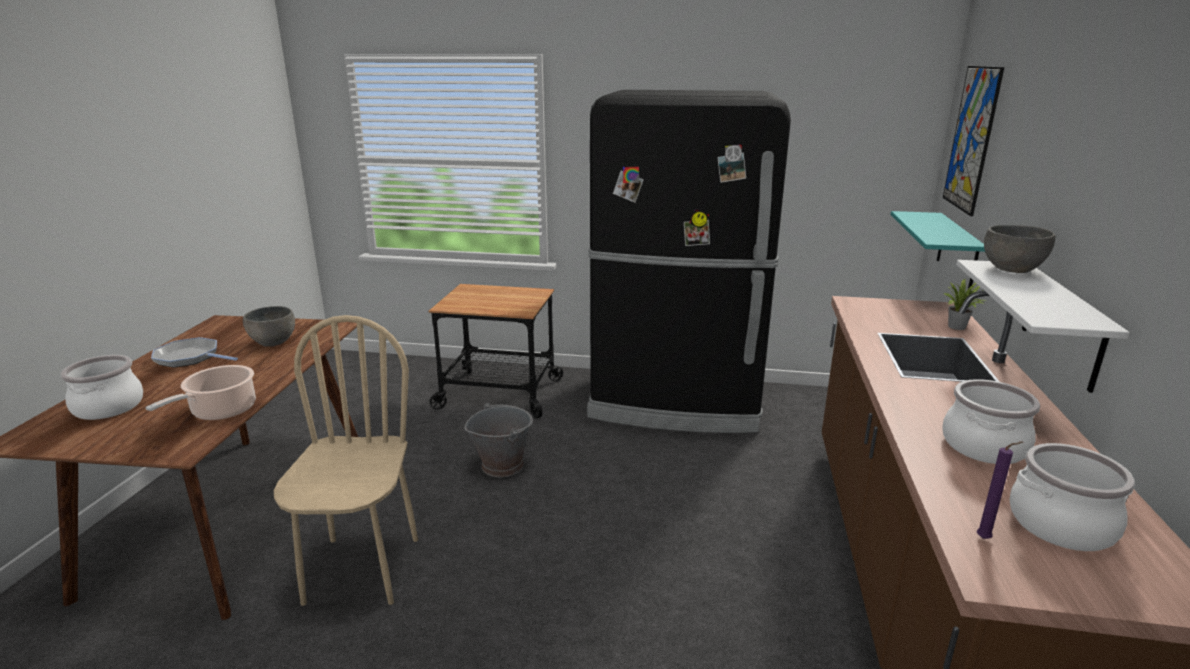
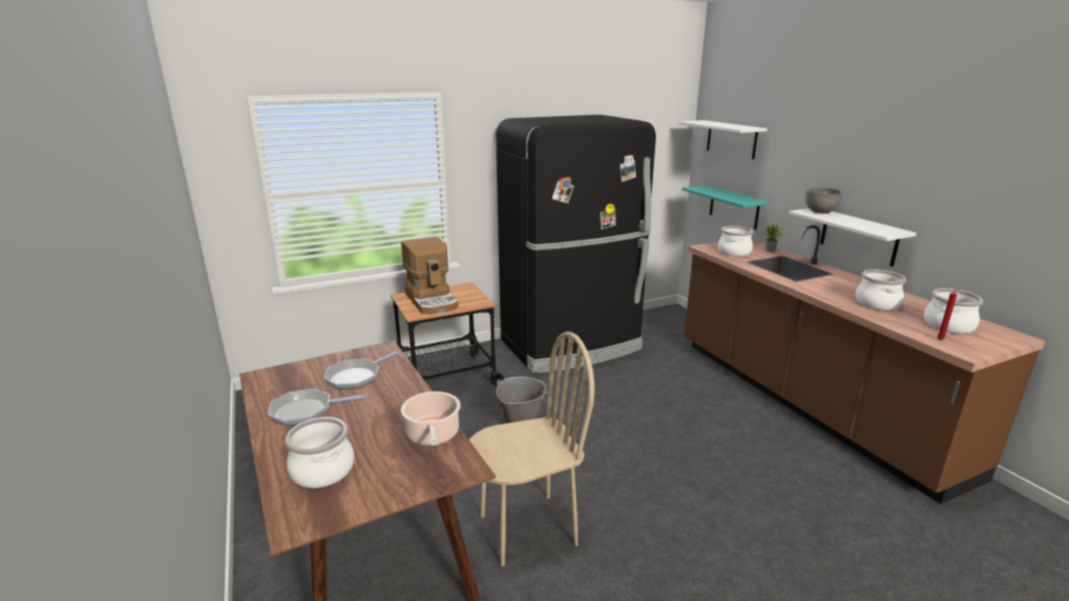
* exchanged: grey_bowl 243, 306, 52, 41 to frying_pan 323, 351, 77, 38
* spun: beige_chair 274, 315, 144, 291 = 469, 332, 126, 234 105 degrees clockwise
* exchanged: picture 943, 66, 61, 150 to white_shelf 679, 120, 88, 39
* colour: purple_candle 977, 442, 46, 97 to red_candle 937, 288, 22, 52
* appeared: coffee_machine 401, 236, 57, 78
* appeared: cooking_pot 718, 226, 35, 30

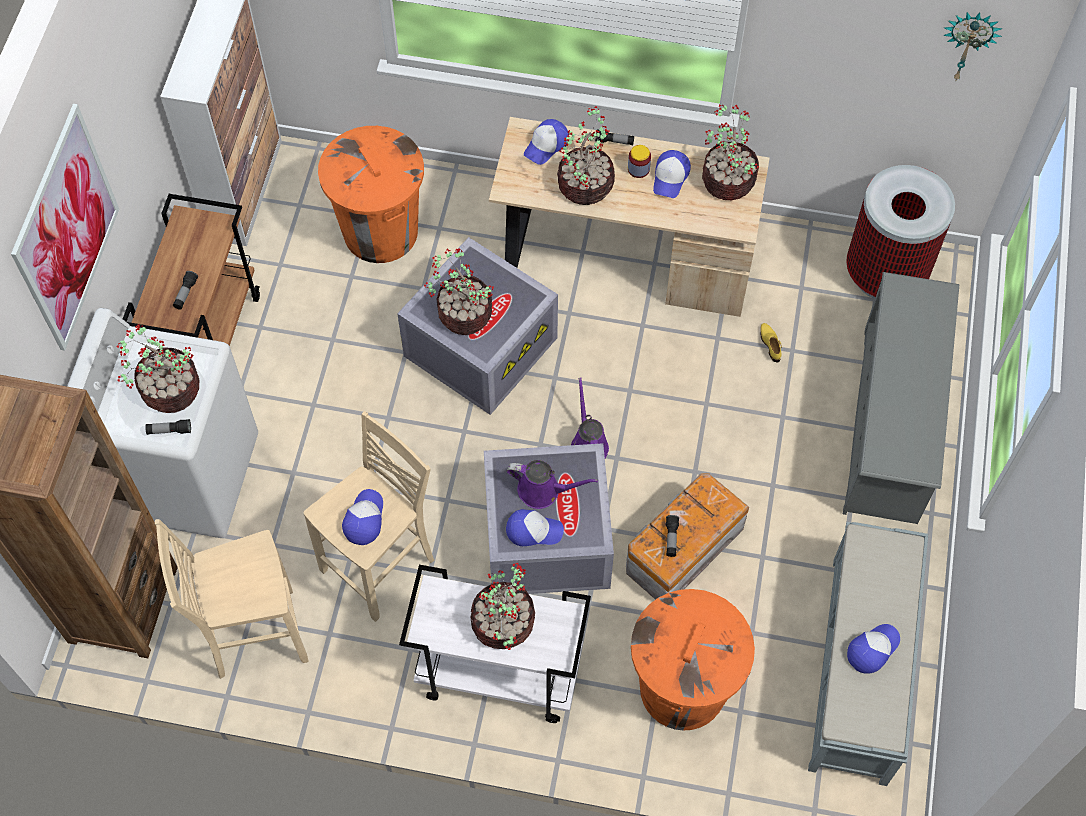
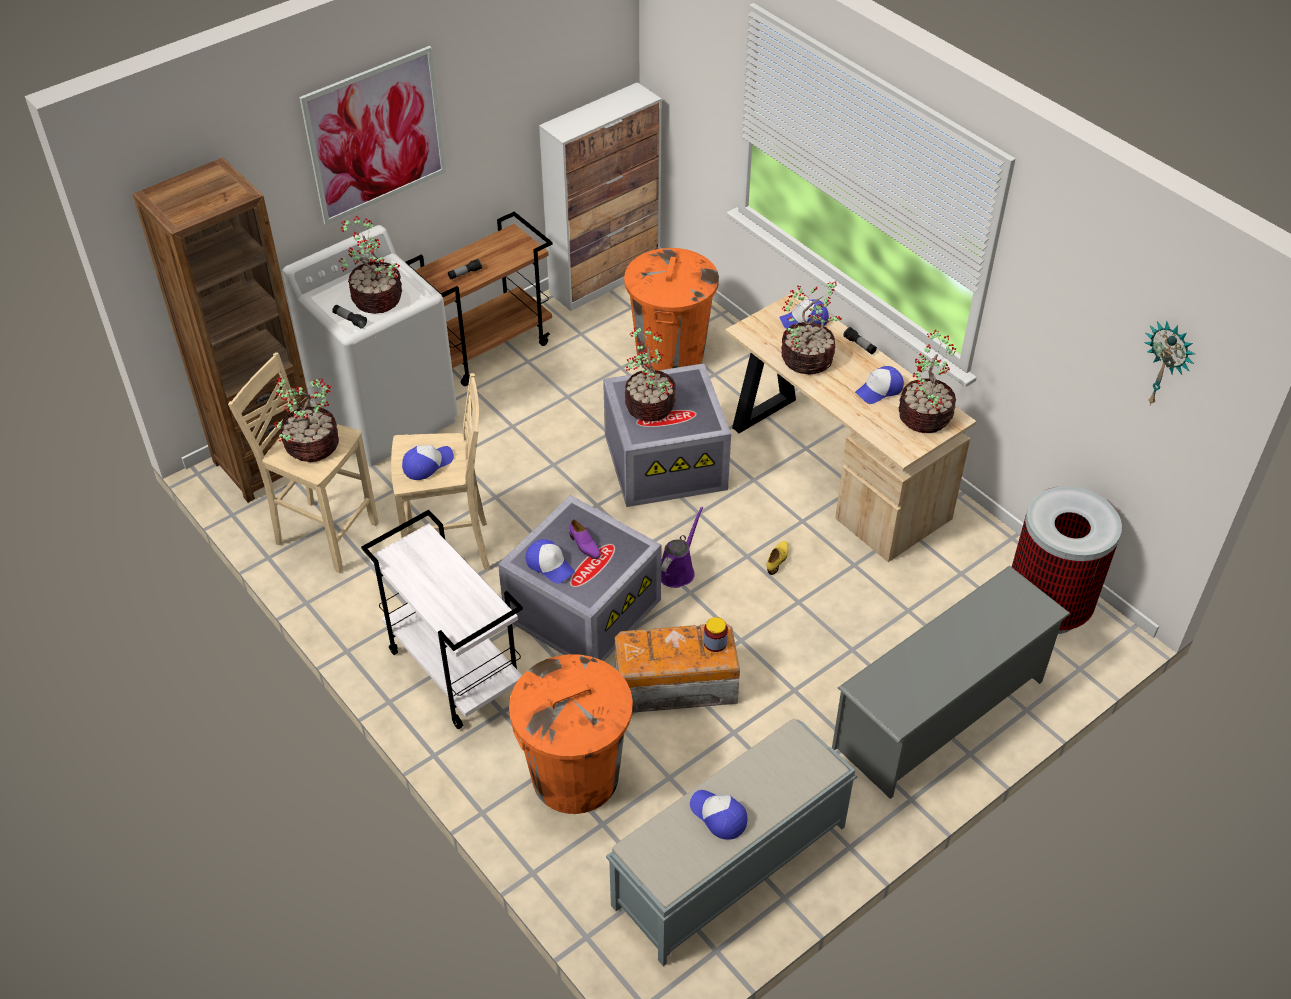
* relocated: potted_plant 471, 563, 64, 87 to 273, 378, 66, 84
* exchanged: purple_watering_can 507, 460, 91, 49 to purple_shoe 569, 519, 31, 40
* relocated: jar 628, 145, 23, 33 to 704, 617, 24, 35
* missing: flashlight 666, 515, 13, 42
* relocated: yellow_shoe 761, 323, 21, 40 to 767, 541, 21, 34
* spun: cap 847, 624, 53, 50 = 690, 790, 57, 50 135 degrees counterclockwise

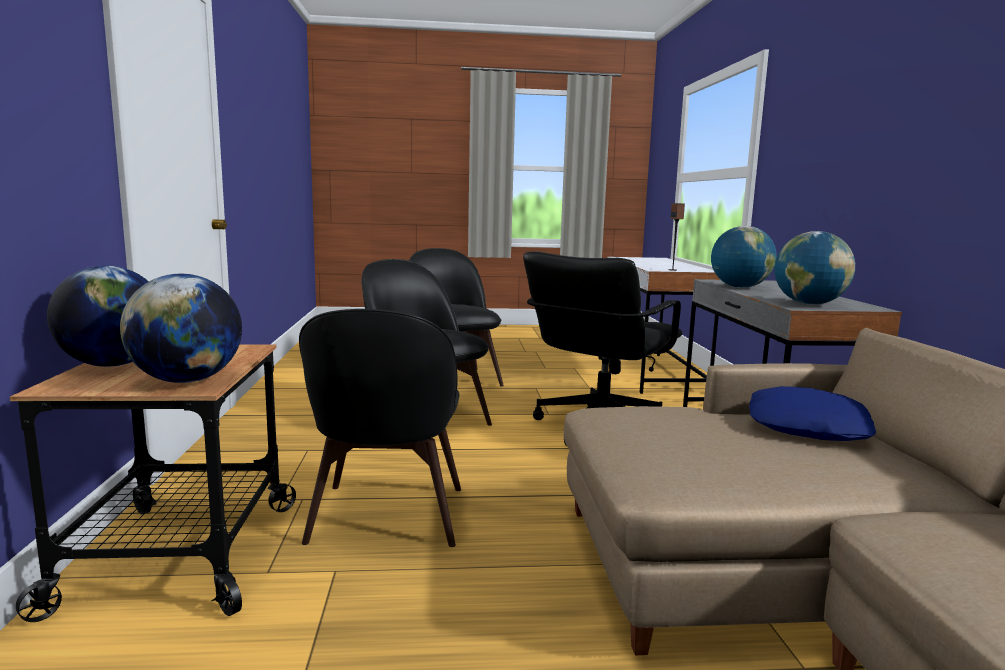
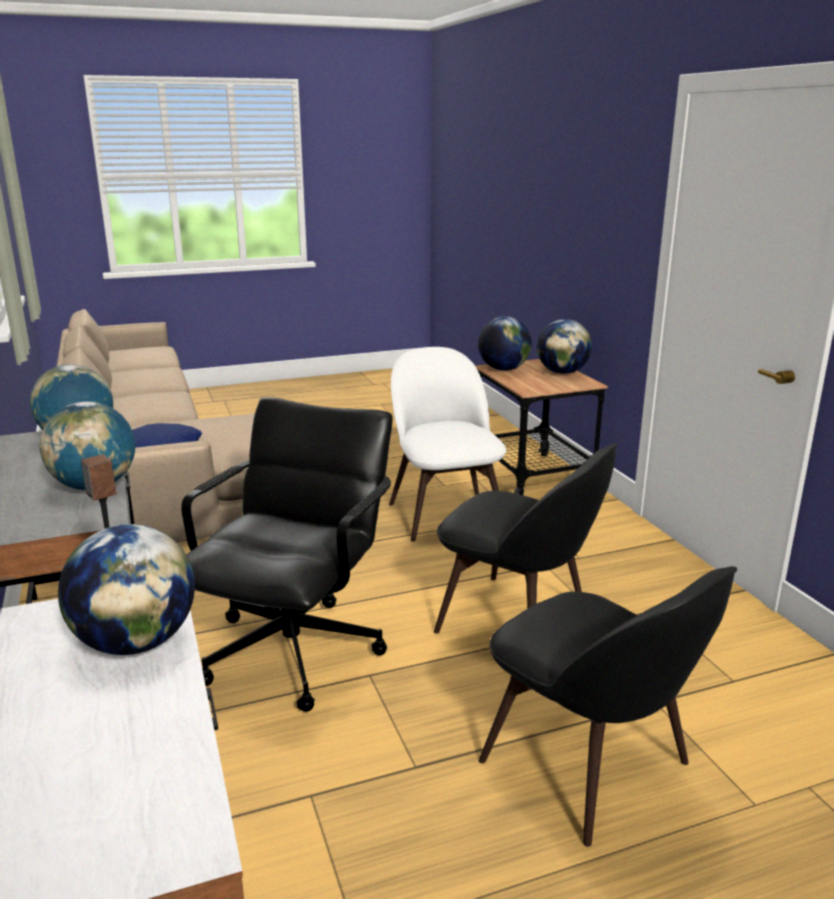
* colour: black_chair 299, 309, 162, 238 to white_chair 389, 347, 118, 195
* appeared: globe 58, 524, 137, 131

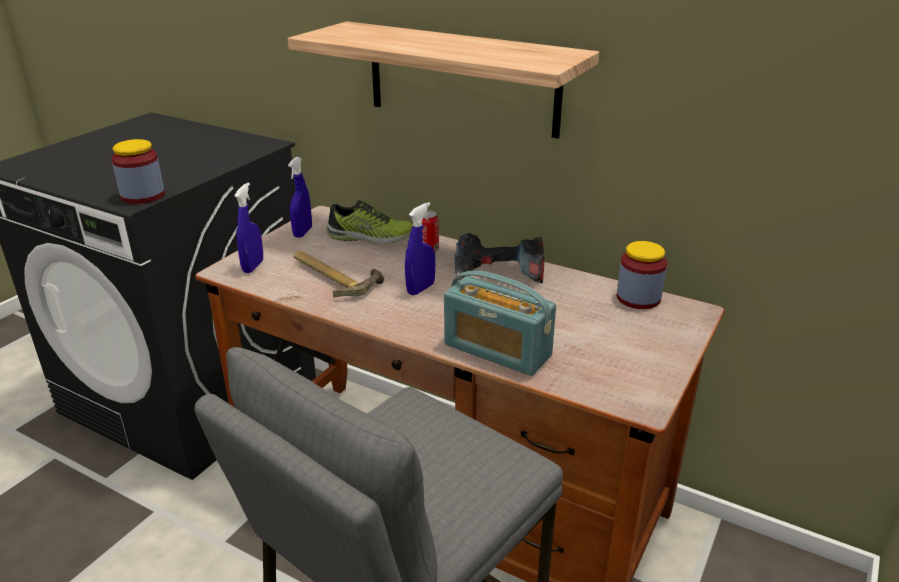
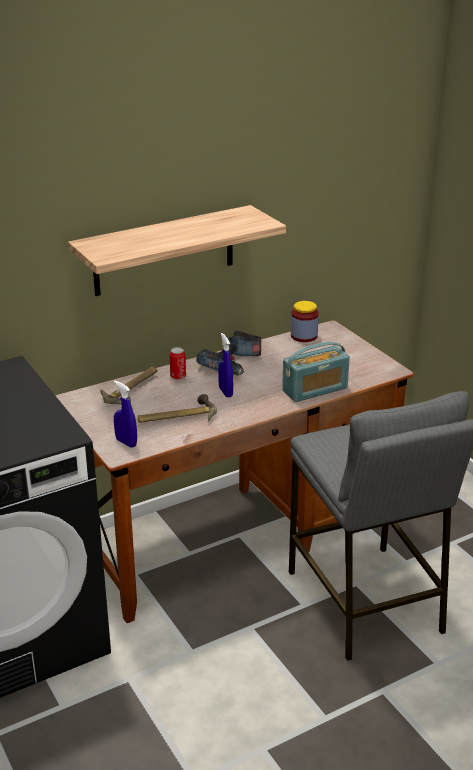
* missing: jar 112, 139, 53, 65
* missing: blue_spray_bottle 288, 157, 24, 81
* exchanged: shoe 326, 200, 87, 44 to hammer 100, 367, 57, 37

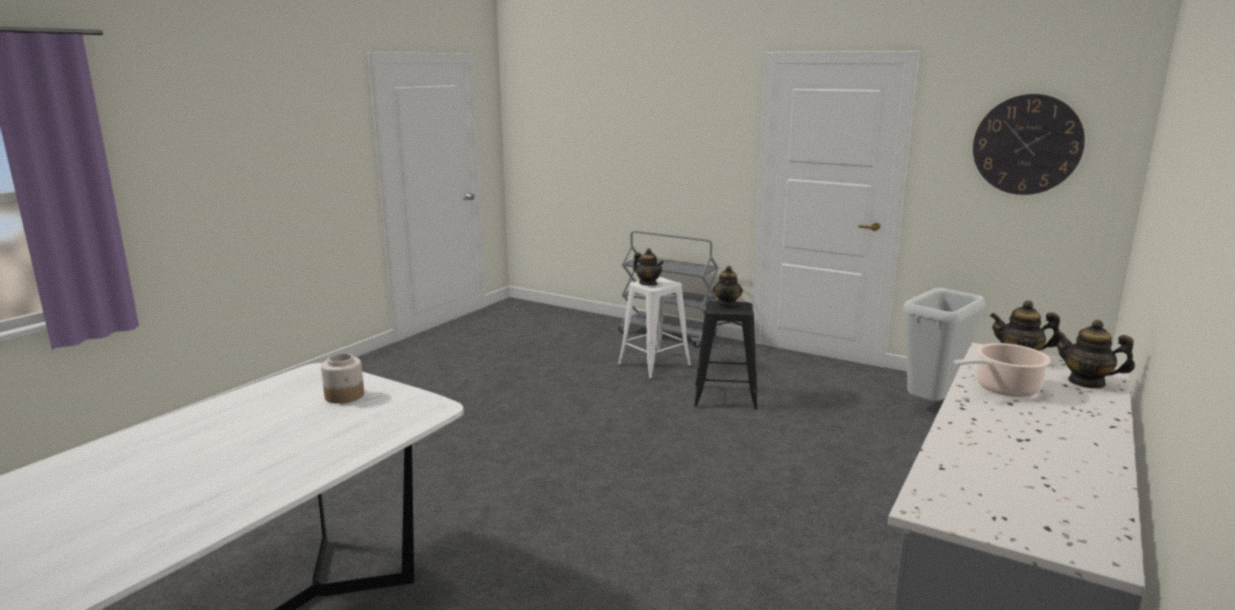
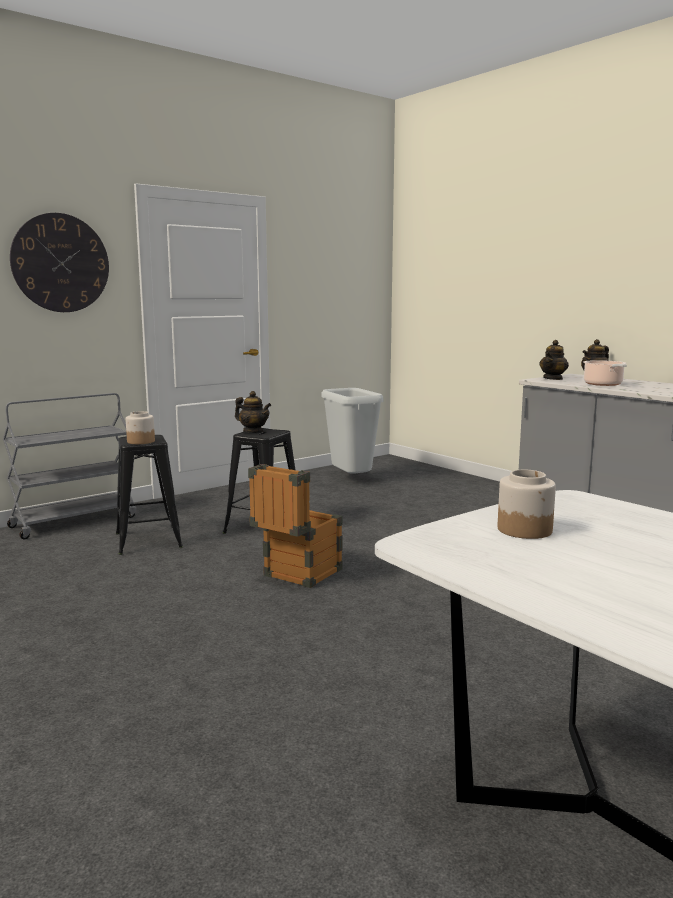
* colour: white_stool 618, 277, 73, 102 to black_stool 116, 435, 67, 120
* exchanged: teapot 633, 248, 31, 38 to jar 126, 411, 29, 33
* relocated: wall_clock 973, 94, 112, 101 to 10, 213, 99, 99
* appeared: crate 248, 464, 95, 124

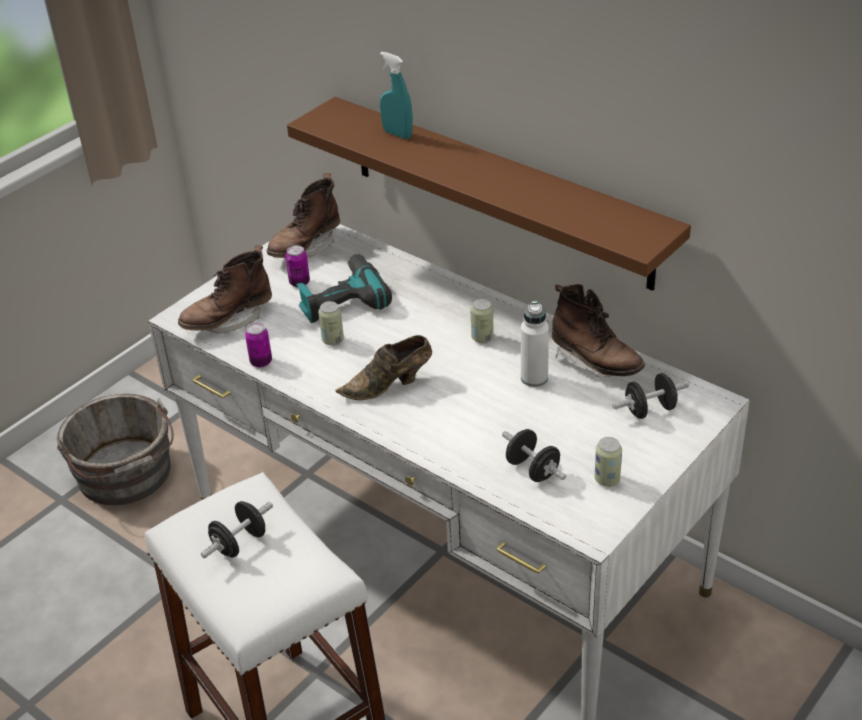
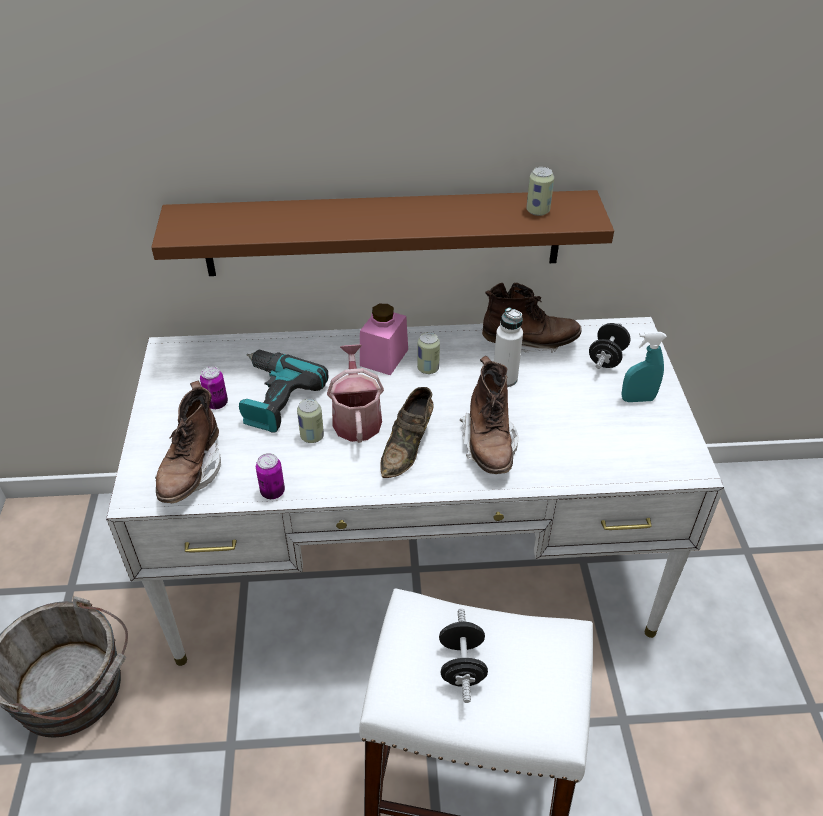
* relocated: brown_boot 266, 173, 74, 85 to 460, 356, 59, 118
* relocated: turquoise_spray_bottle 380, 51, 33, 88 to 621, 332, 46, 70
* missing: black_dumbbell 502, 429, 64, 53
* relocated: can 595, 437, 27, 50 to 526, 167, 28, 49
* appeared: watering_can 327, 344, 57, 99
* appeared: pink_jar 360, 304, 48, 71

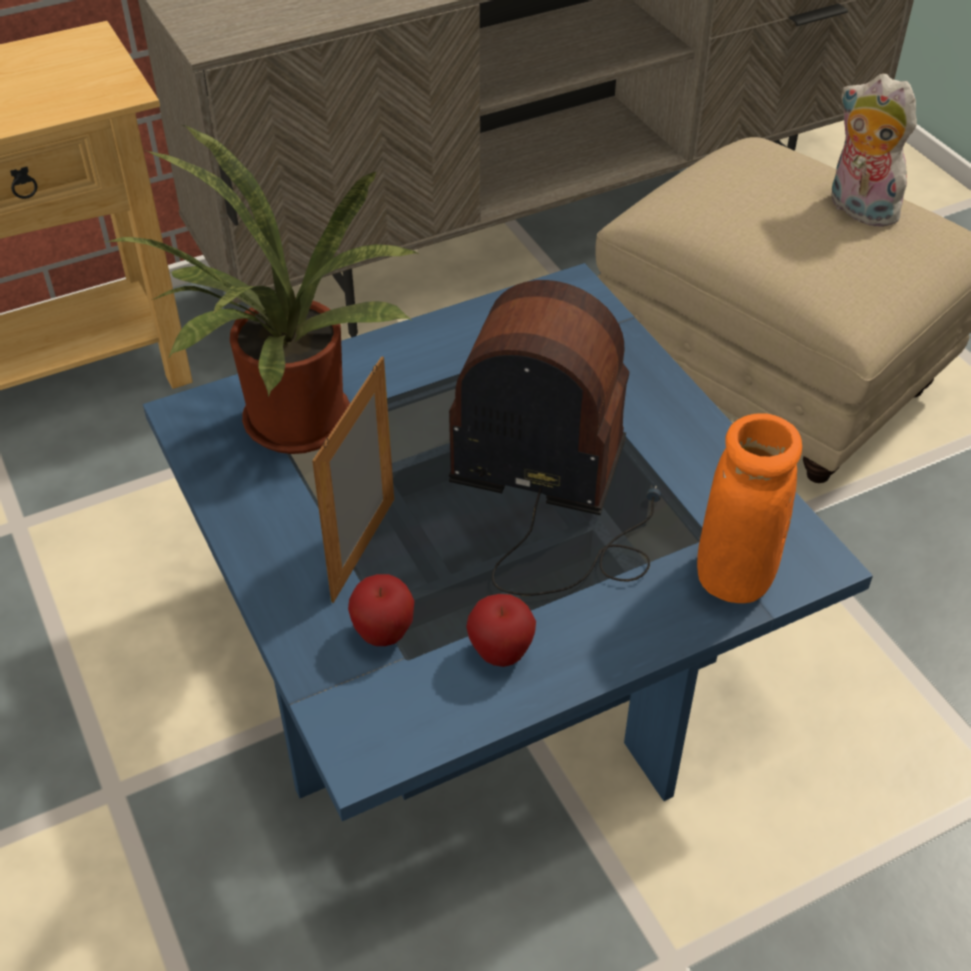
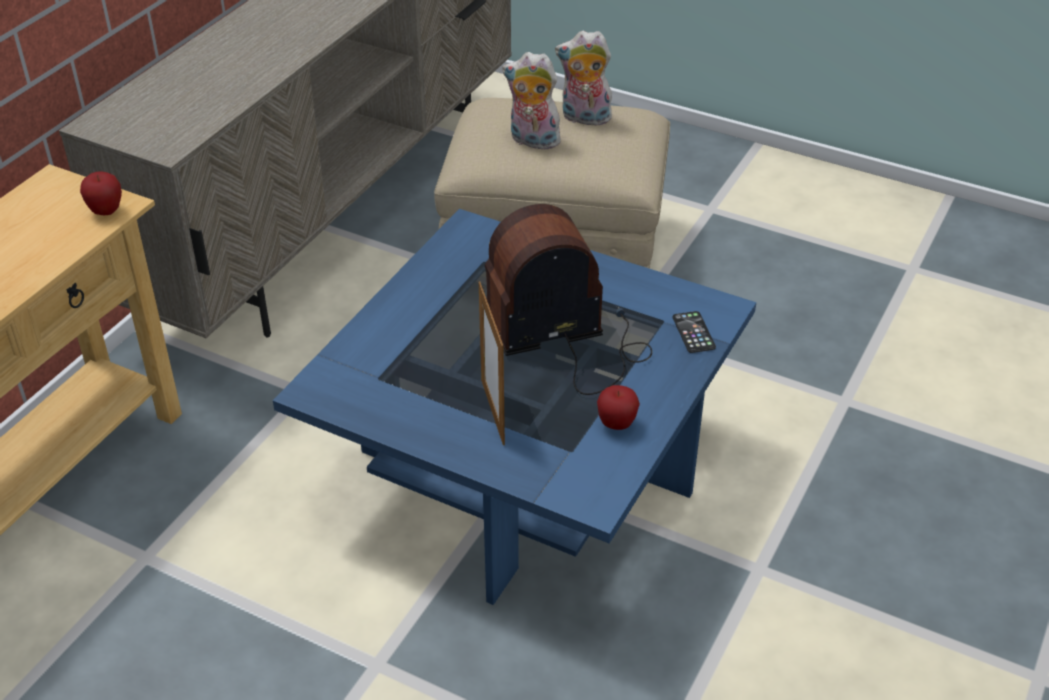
* missing: potted_plant 106, 125, 314, 329
* relocated: apple 348, 574, 66, 72 to 80, 171, 42, 44
* exchanged: orange_vase 697, 413, 105, 190 to phone 673, 311, 43, 42
* appeared: plush_toy 502, 52, 61, 100

